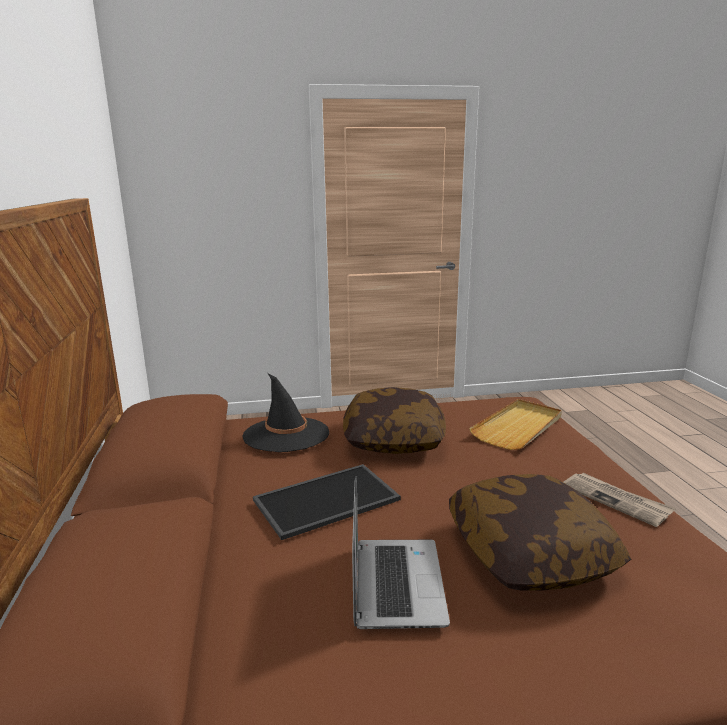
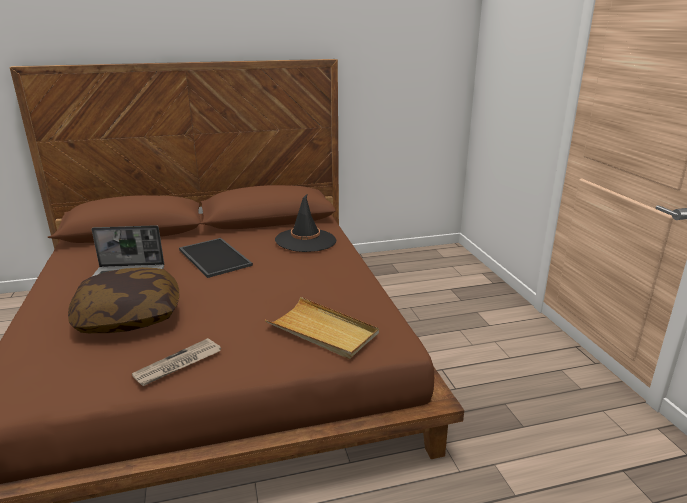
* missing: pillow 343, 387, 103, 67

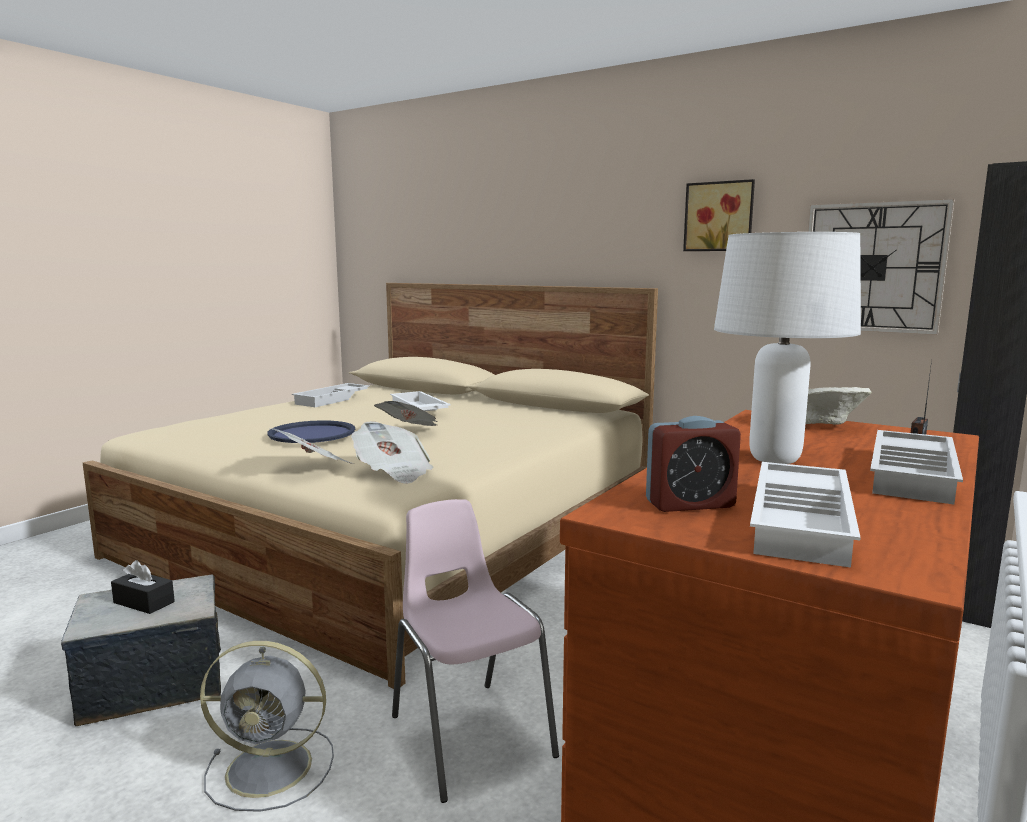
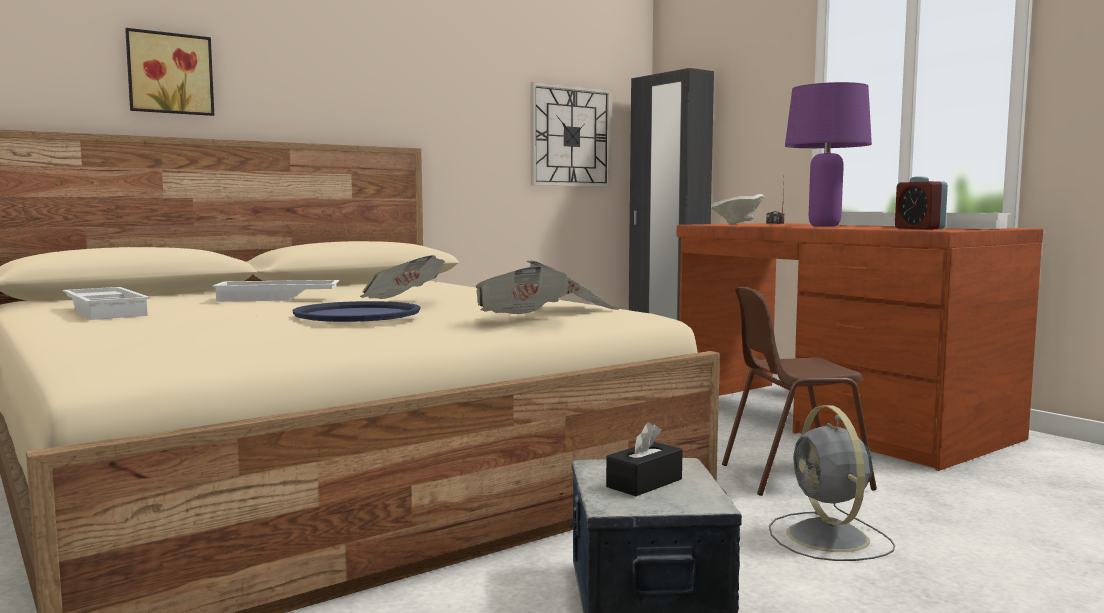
* spun: grey_fan 200, 641, 134, 171 = 769, 405, 126, 156 150 degrees clockwise
* colour: pink_chair 392, 499, 167, 304 to brown_chair 722, 287, 155, 209
* spun: alarm_clock 646, 416, 95, 96 = 895, 177, 53, 52 150 degrees clockwise
* relocated: picture 683, 179, 72, 72 to 125, 28, 89, 88
* colour: white_table_lamp 714, 232, 147, 232 to purple_table_lamp 785, 82, 87, 145

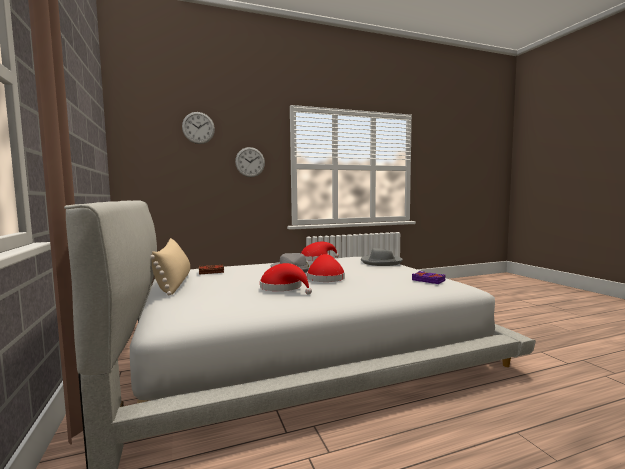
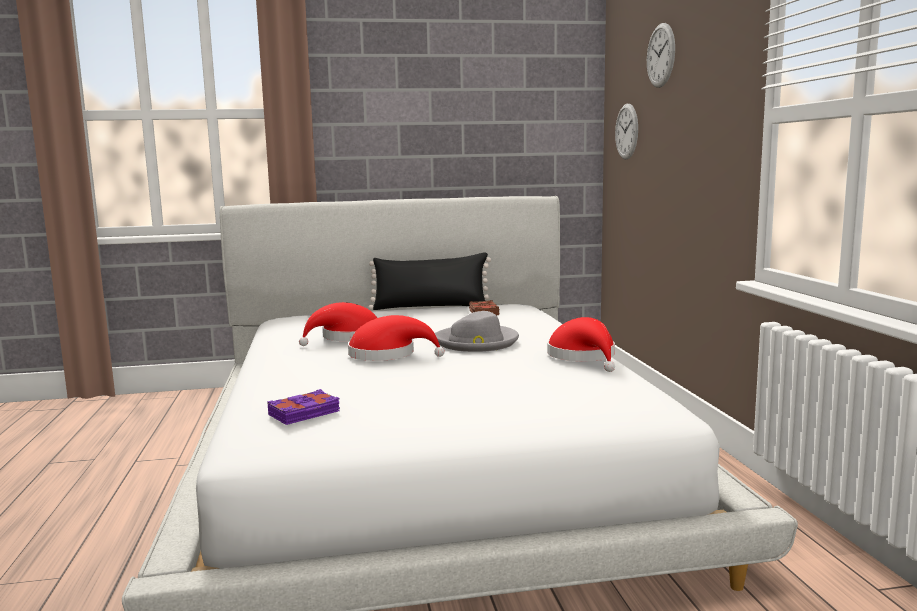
* colour: beige_pillow 151, 238, 39, 58 to black_pillow 369, 252, 122, 58
* relocated: wall_clock 235, 147, 30, 30 to 615, 104, 23, 56
* missing: grey_hat 361, 248, 42, 18

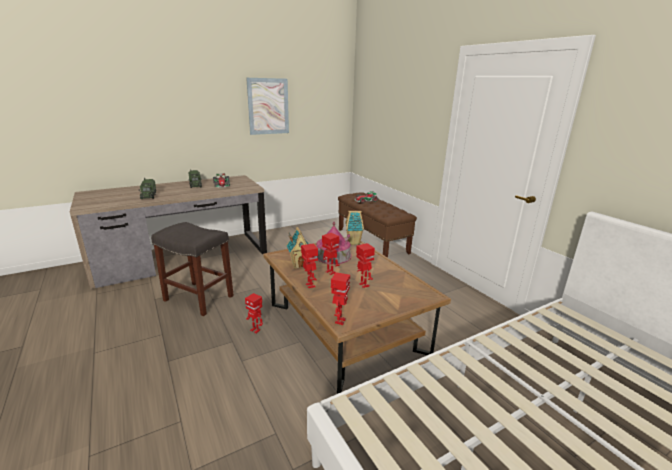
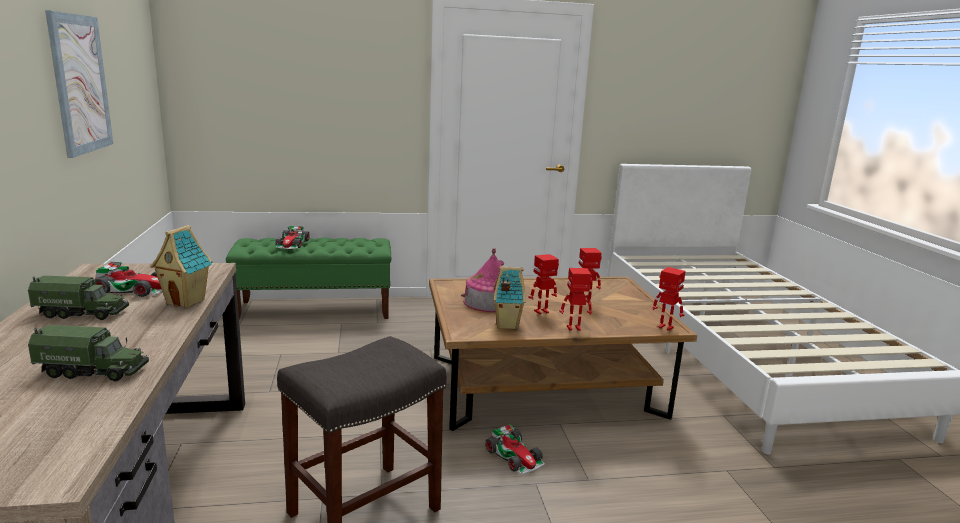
* exchanged: toy_robot 245, 293, 18, 41 to toy_car 485, 424, 60, 51
* colour: brown_bench 338, 192, 79, 66 to green_bench 226, 238, 165, 81
* relocated: toy_house 345, 211, 19, 34 to 150, 225, 63, 83

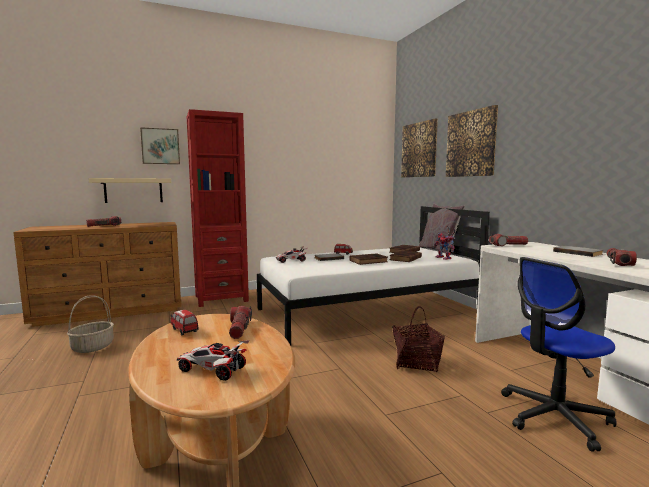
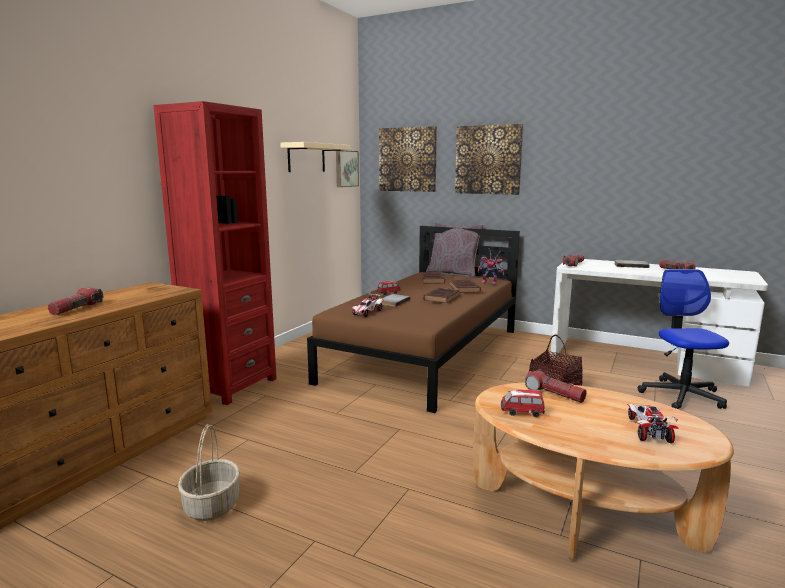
* relocated: beige_shelf 88, 178, 83, 25 to 280, 142, 70, 30
* relocated: picture 140, 127, 40, 37 to 336, 150, 23, 37
* spun: toy_car 177, 340, 72, 41 = 627, 404, 51, 39 120 degrees clockwise
* colour: white_bed 257, 206, 233, 139 to brown_bed 307, 226, 213, 187
* spun: office_chair 501, 257, 116, 195 = 638, 269, 91, 140 150 degrees clockwise

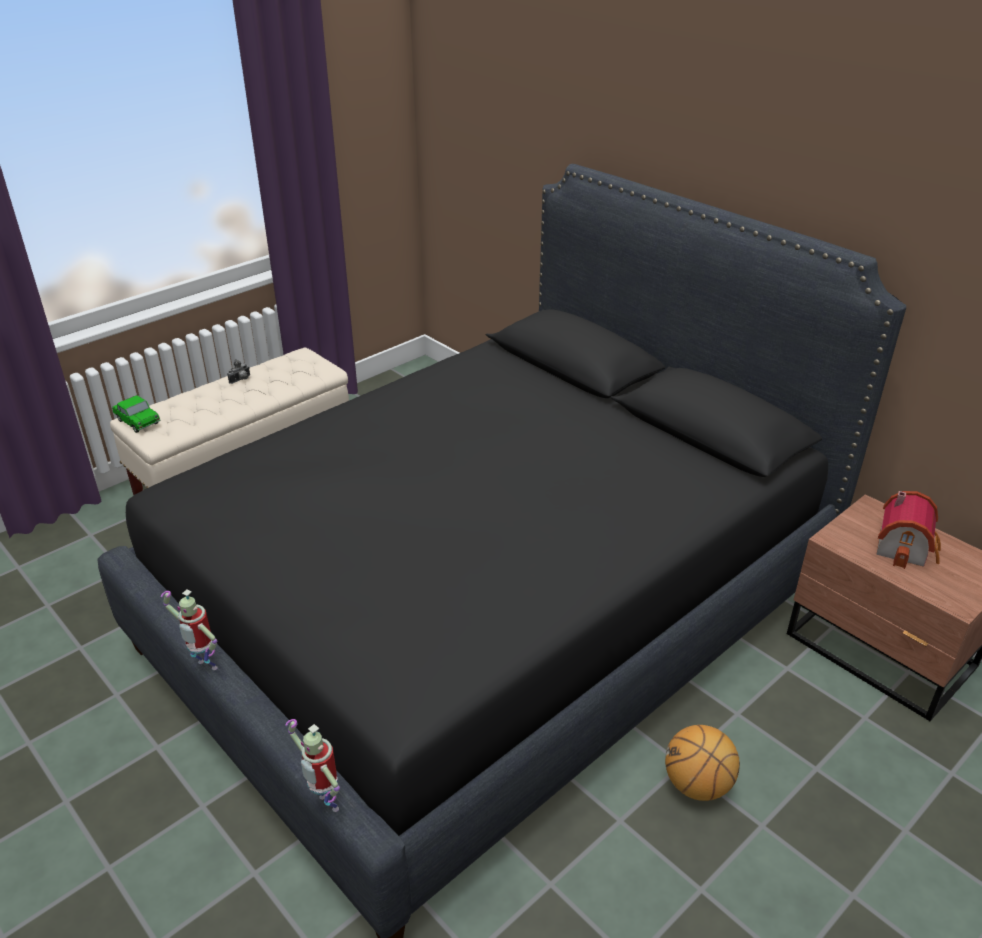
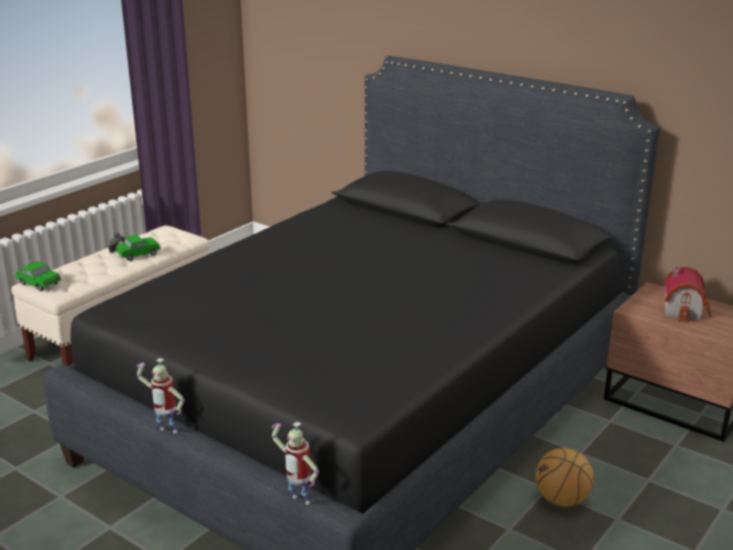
* appeared: toy_car 115, 235, 46, 26

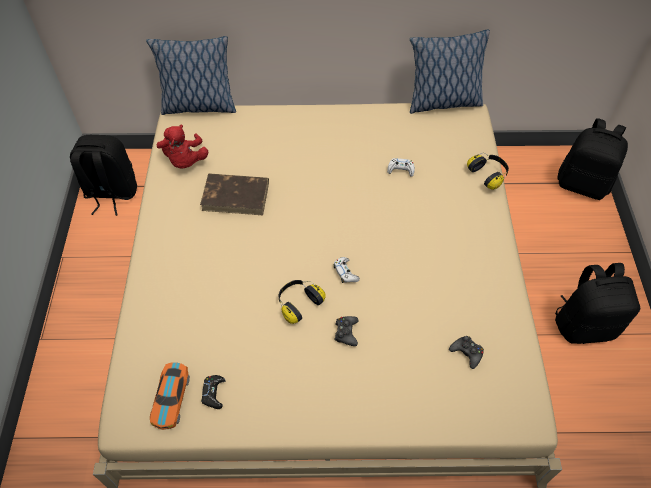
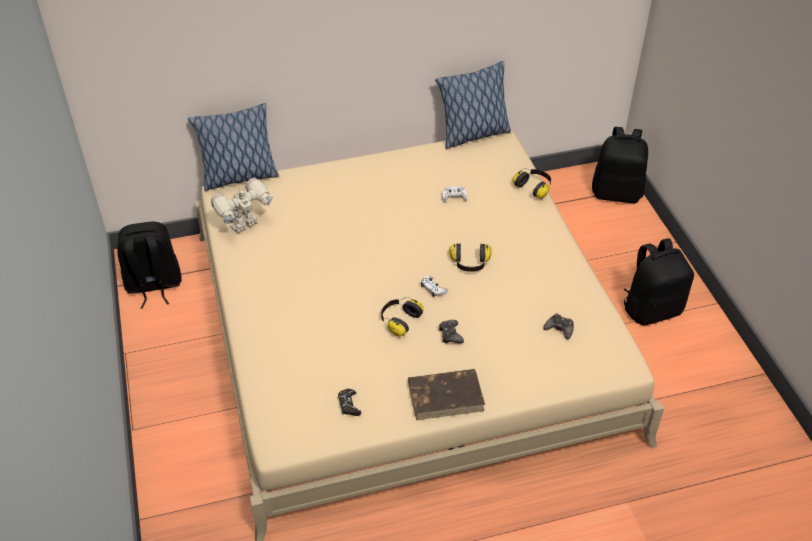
* missing: toy_car 150, 362, 40, 68
* exchanged: red_plush_toy 156, 125, 52, 44 to toy_robot 211, 178, 62, 55
* relocated: brown_book 200, 173, 69, 42 to 408, 369, 77, 51
* appeared: headphones 449, 243, 43, 29

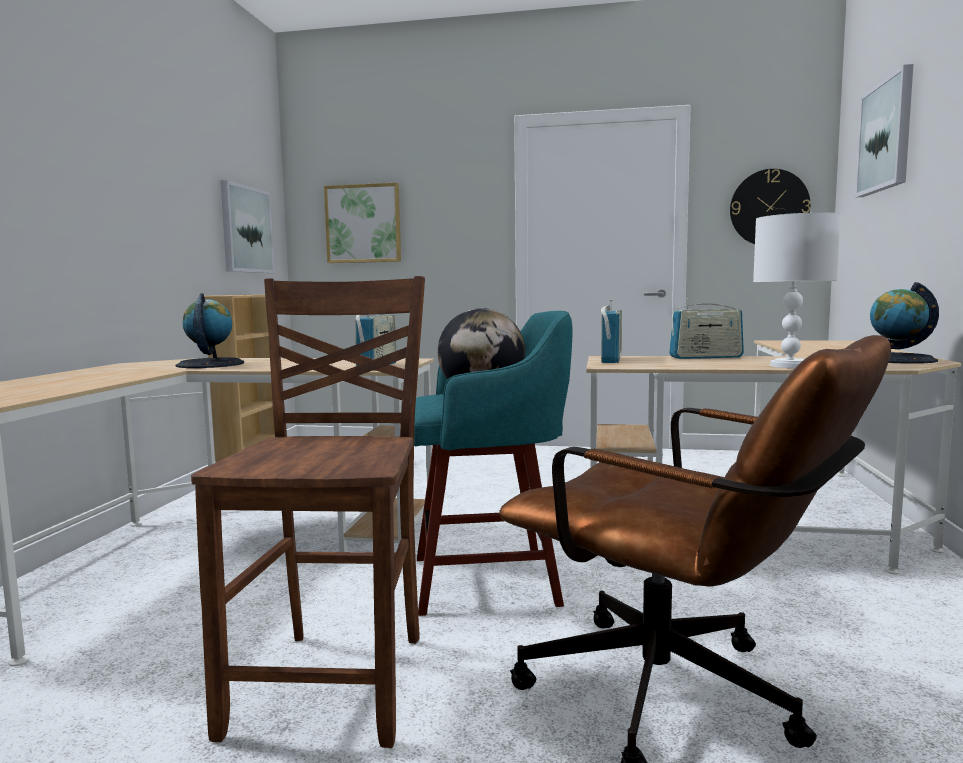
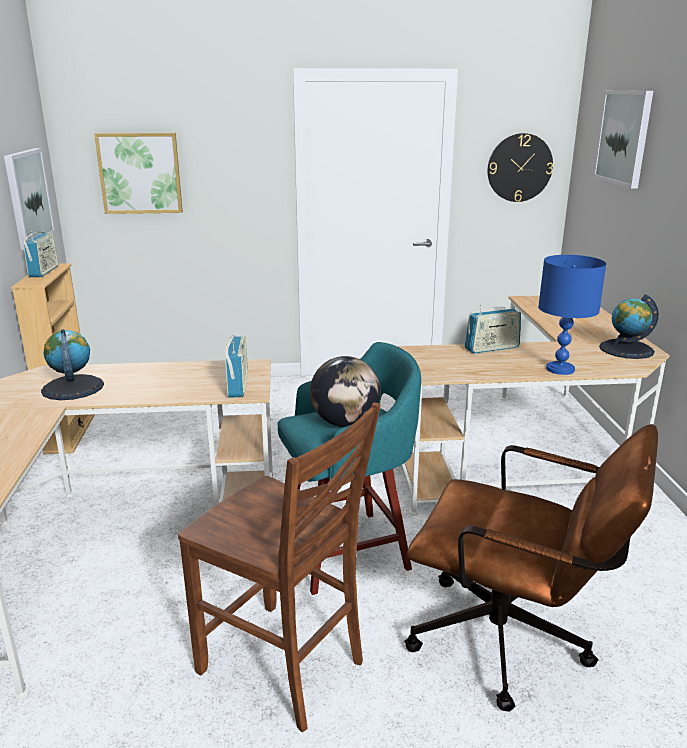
* spun: brown_chair 191, 276, 234, 472 = 178, 402, 203, 330 135 degrees clockwise
* relocated: radio 601, 300, 21, 63 to 23, 231, 36, 46
* colour: white_table_lamp 753, 212, 88, 156 to blue_table_lamp 538, 255, 68, 120

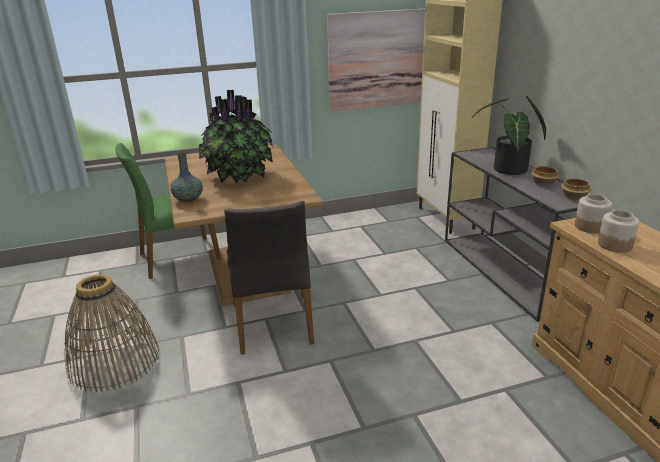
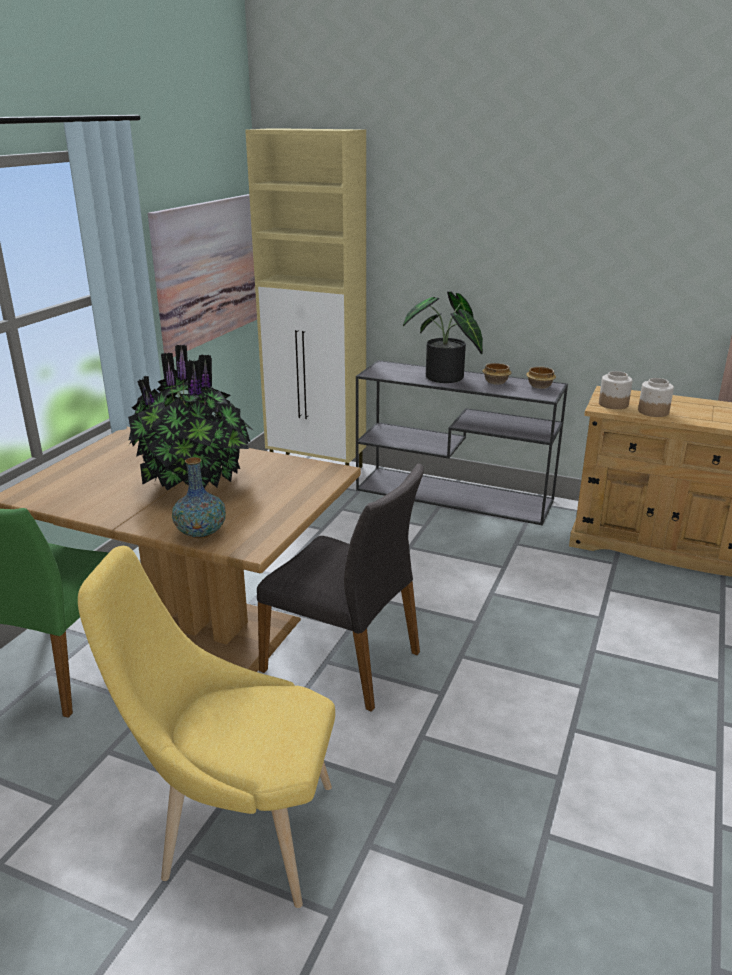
* exchanged: basket 64, 274, 96, 118 to yellow_chair 78, 546, 257, 362

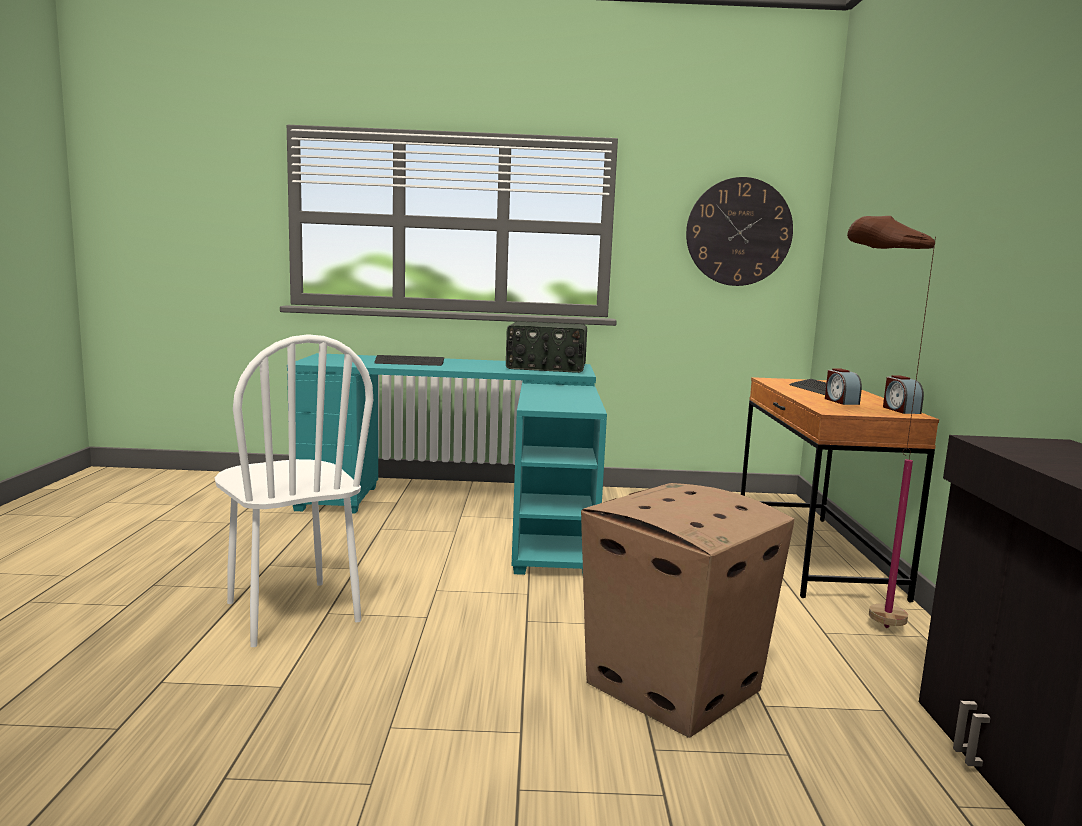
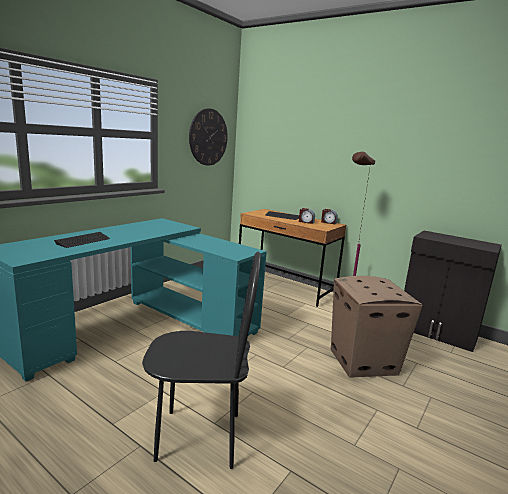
* colour: white_chair 215, 334, 158, 313 to black_chair 142, 252, 119, 217
* missing: radio 506, 321, 81, 52

